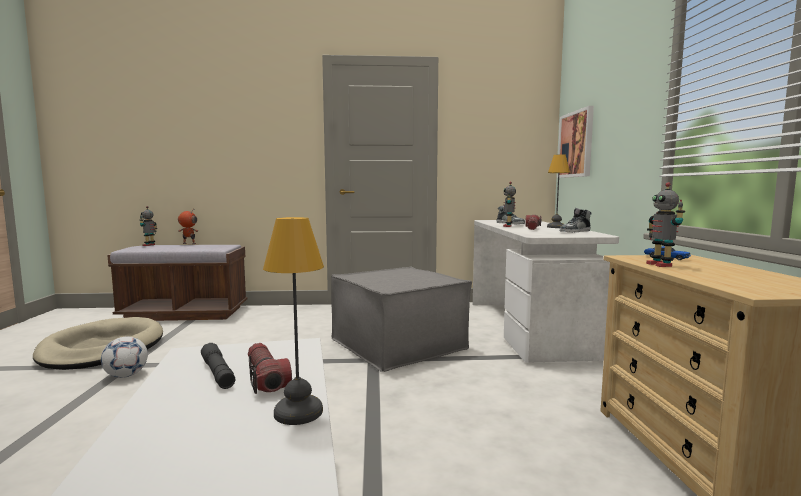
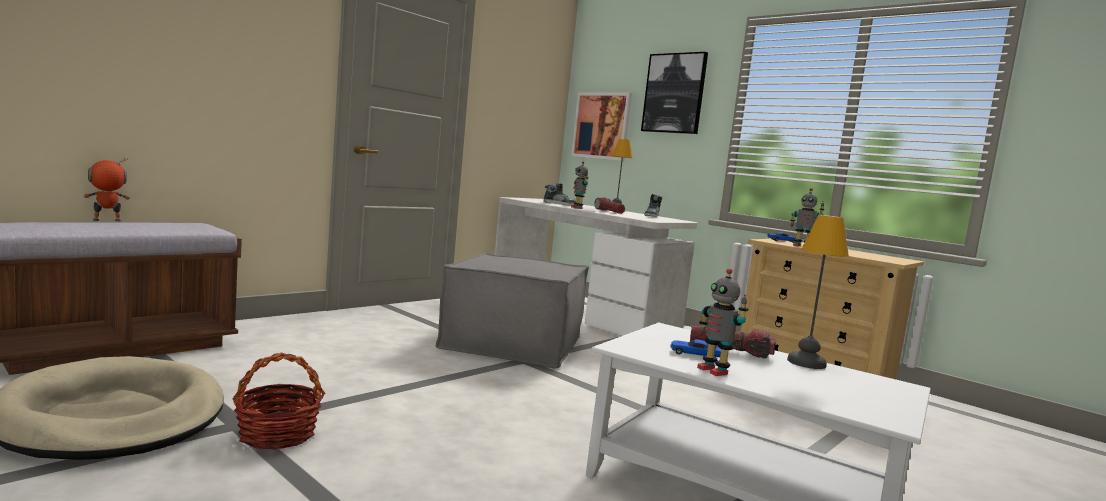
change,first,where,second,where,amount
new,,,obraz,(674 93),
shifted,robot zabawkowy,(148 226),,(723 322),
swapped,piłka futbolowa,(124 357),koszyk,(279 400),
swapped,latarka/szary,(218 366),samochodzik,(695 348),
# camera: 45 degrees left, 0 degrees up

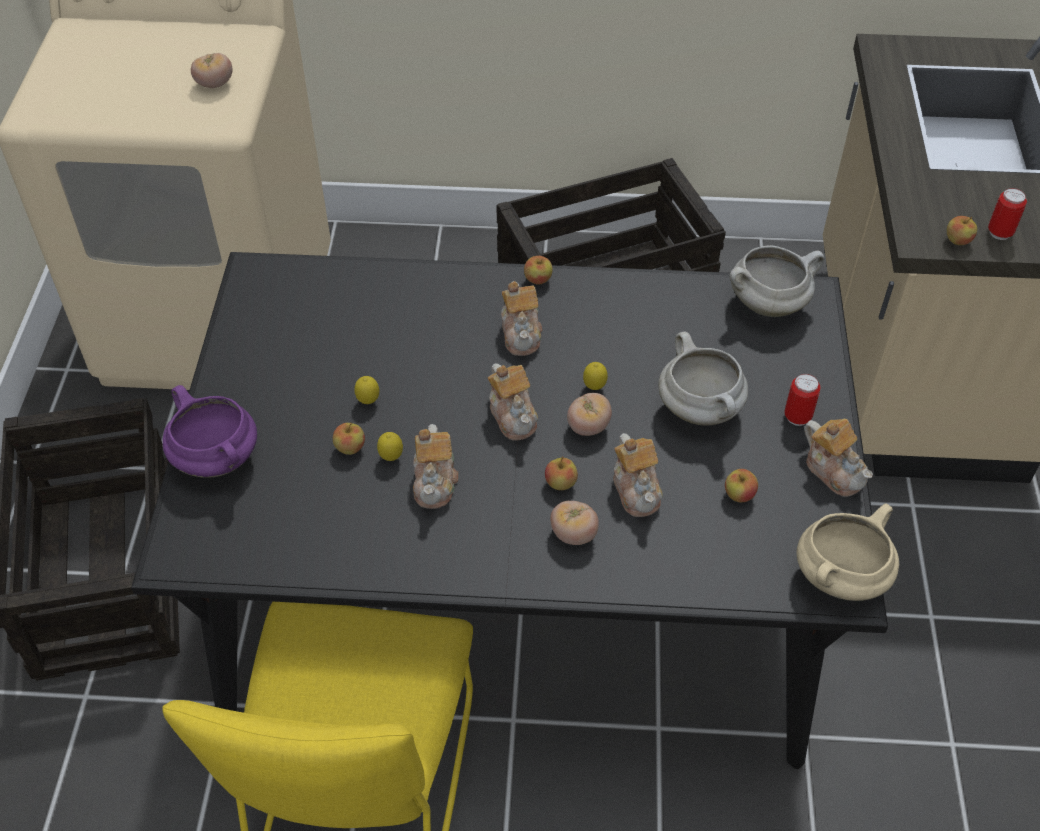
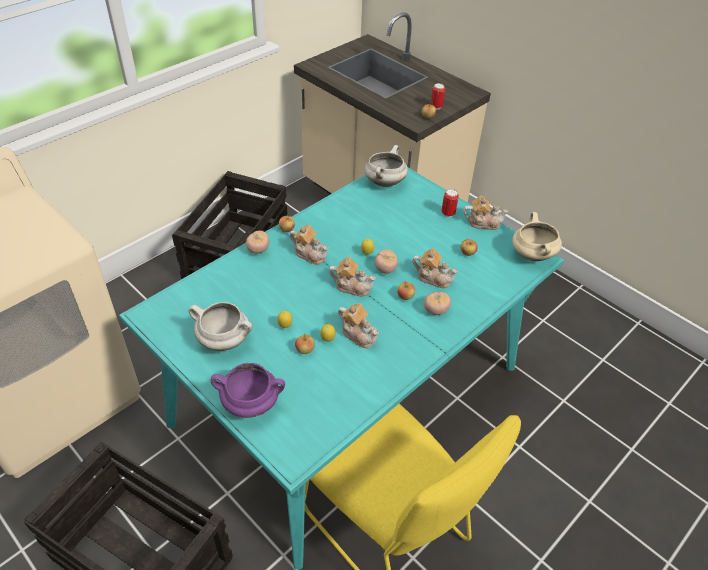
change,first,where,second,where,amount
shifted,pomidor,(212 70),,(257 242),
shifted,garnek/biały,(703 378),,(220 326),
repainted,stół jadalny/czarny,(509 510),stół jadalny/turkusowy,(341 368),
# camera: 50 degrees left, 5 degrees down

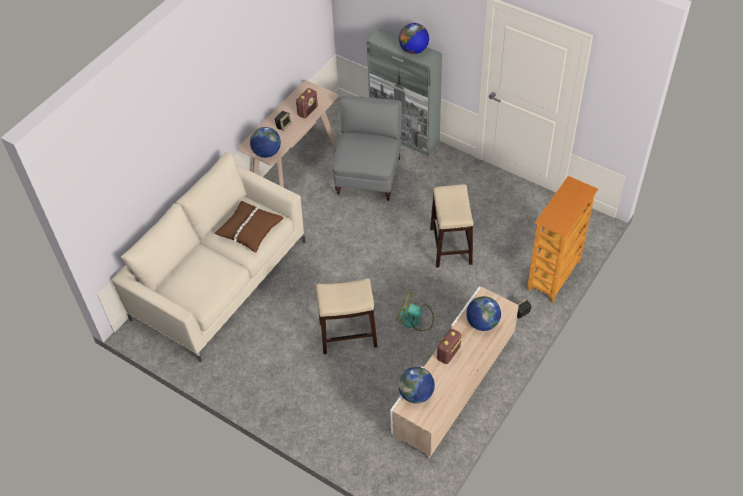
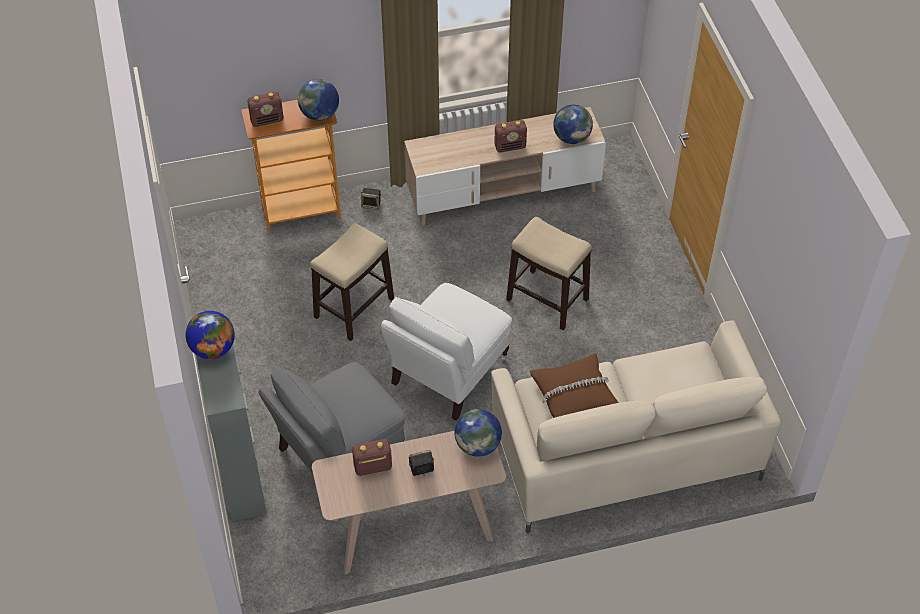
change,first,where,second,where,amount
gone,wentylator,(415 310),,,
new,,,radio,(265 109),
new,,,fotel/biały,(446 352),
shifted,globus,(483 313),,(318 100),
# camera: 140 degrees left, 0 degrees up

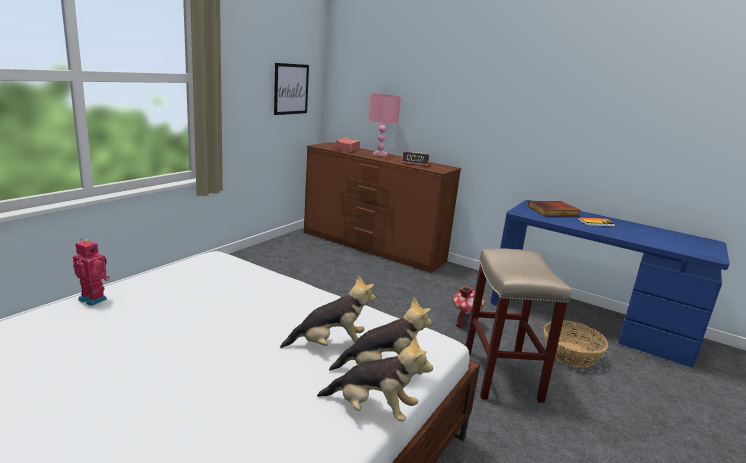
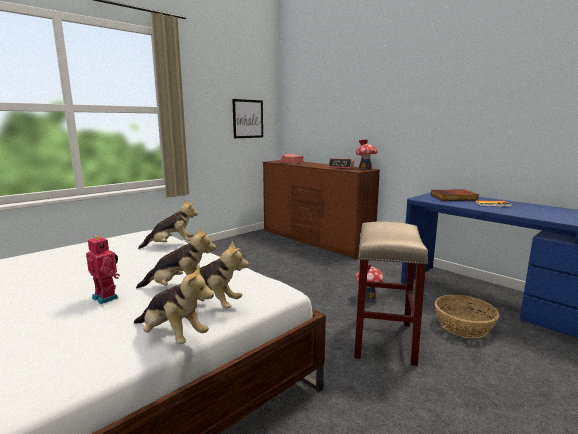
change,first,where,second,where,amount
gone,lampa stołowa/różowy,(384 125),,,
new,,,pluszak,(168 224),
new,,,domek,(366 155),
shifted,robot zabawkowy,(91 272),,(103 270),
# camera: 15 degrees right, 5 degrees down

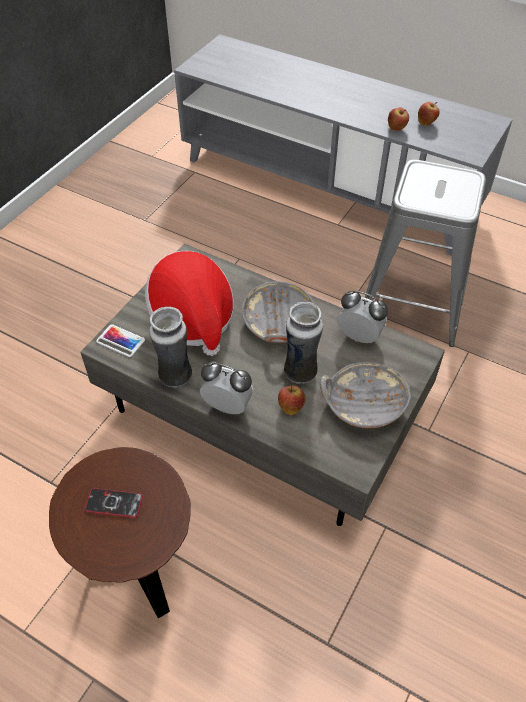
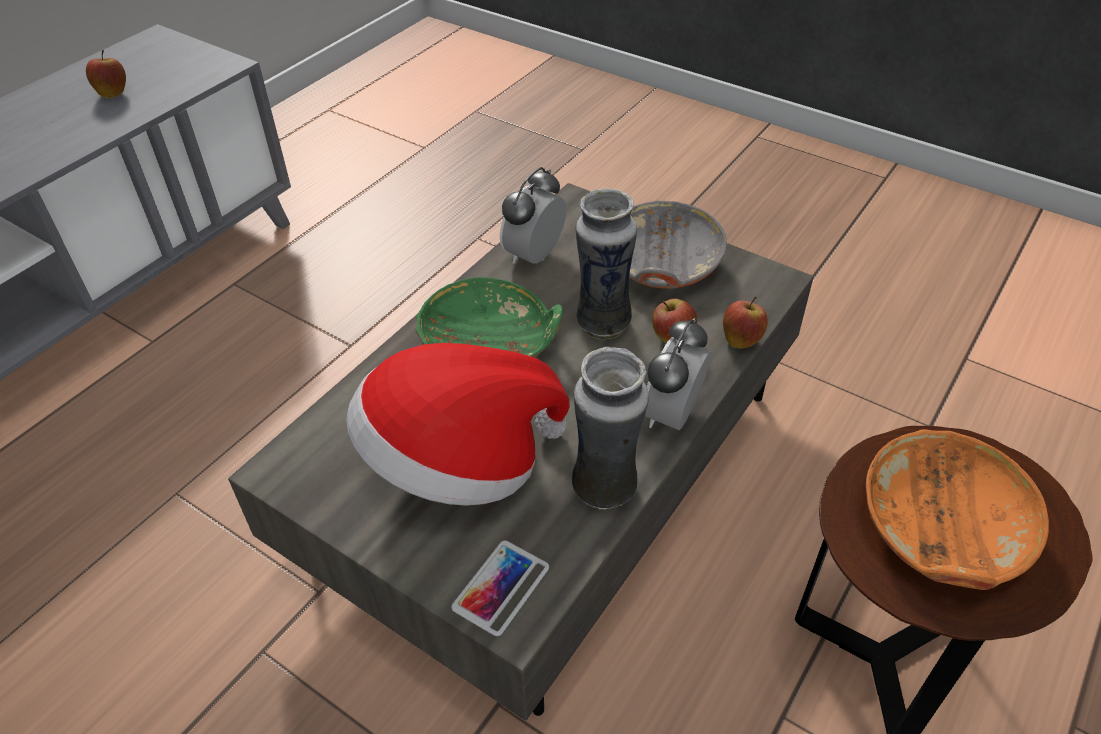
change,first,where,second,where,amount
gone,stołek/szary,(425 253),,,
shifted,jabłko,(398 119),,(745 322),
swapped,telefon,(114 503),miska/pomarańczowy,(957 509),
repainted,miska/szary,(278 312),miska/zielony,(489 317),
# camera: 85 degrees left, 5 degrees down

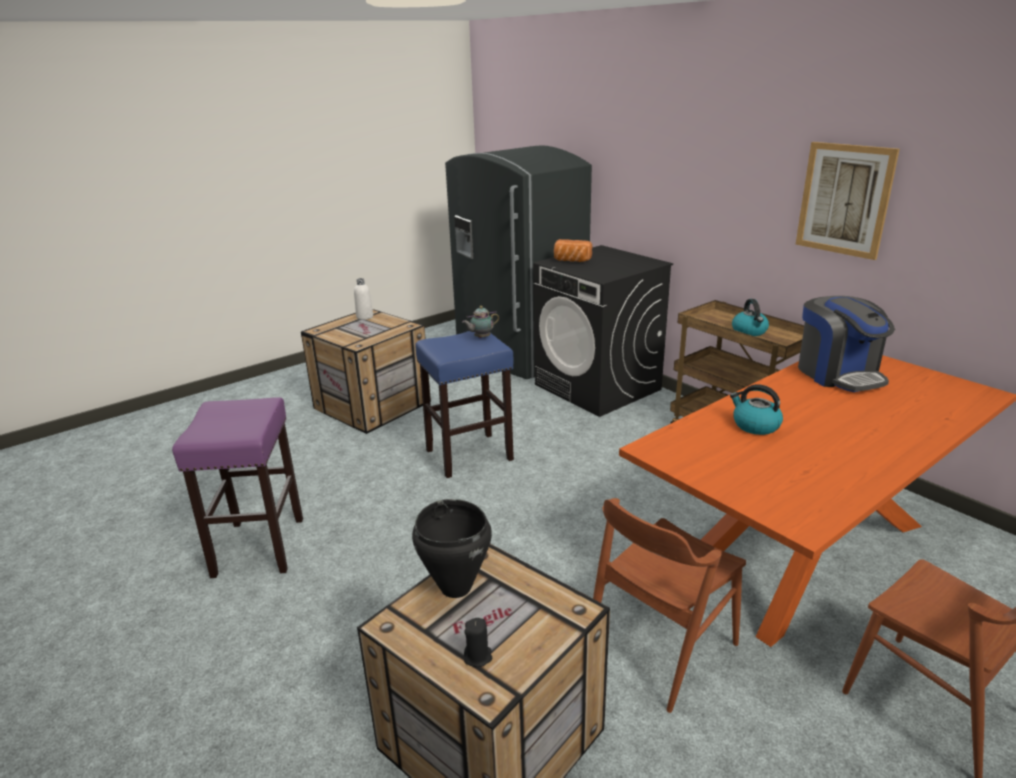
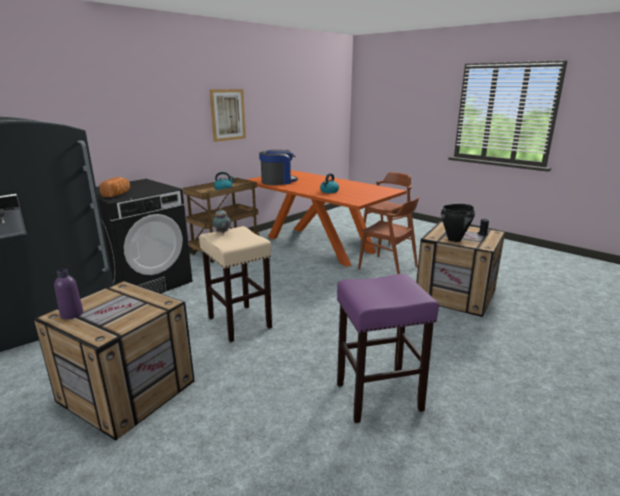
change,first,where,second,where,amount
repainted,butelka/biały,(363 299),butelka/fioletowy,(68 294),
repainted,stołek/niebieski,(464 404),stołek/beżowy,(235 284),
# camera: 100 degrees left, 5 degrees down

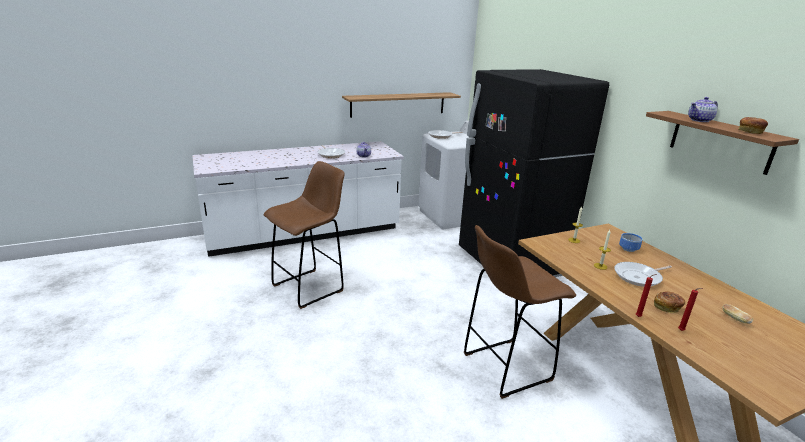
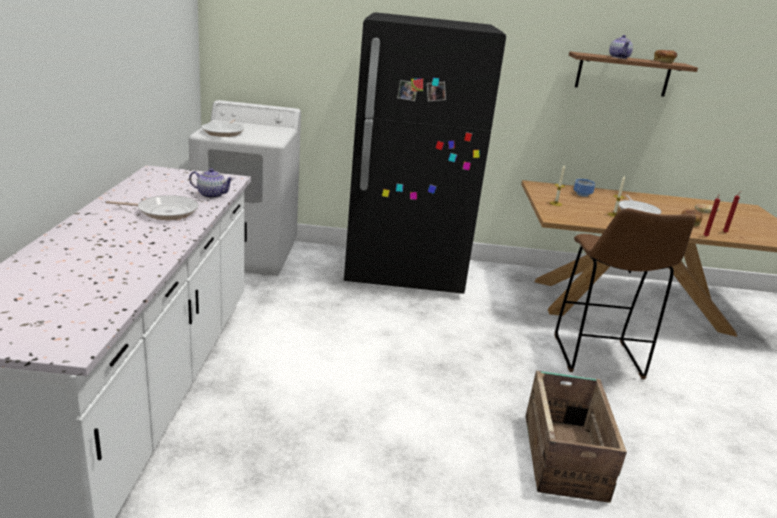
change,first,where,second,where,amount
gone,stołek/brązowy,(304 235),,,
gone,półka,(401 105),,,
new,,,skrzynka,(576 437),
# camera: 65 degrees left, 0 degrees up

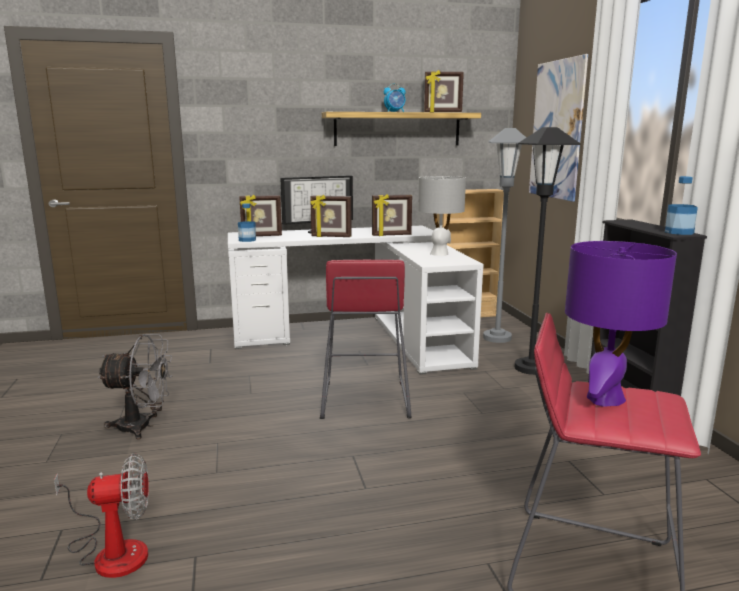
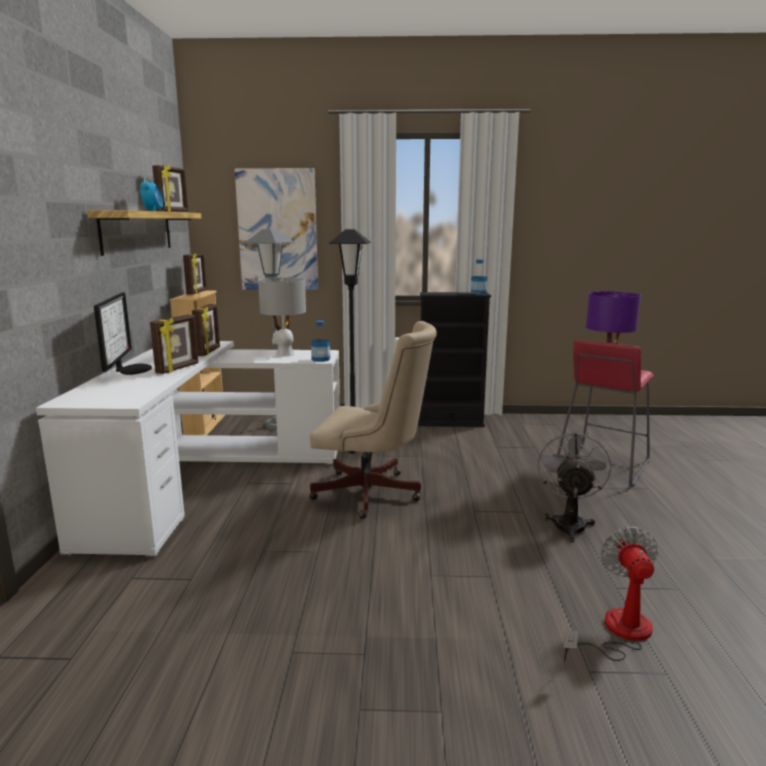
change,first,where,second,where,amount
shifted,wentylator/szary,(134 386),,(574 485),
shifted,butelka,(247 222),,(320 341),
shifted,ramka na zdjęcie,(260 215),,(195 273),
swapped,stołek/czerwony,(366 339),krzesło biurowe/beżowy,(373 420),
# camera: 75 degrees left, 0 degrees up

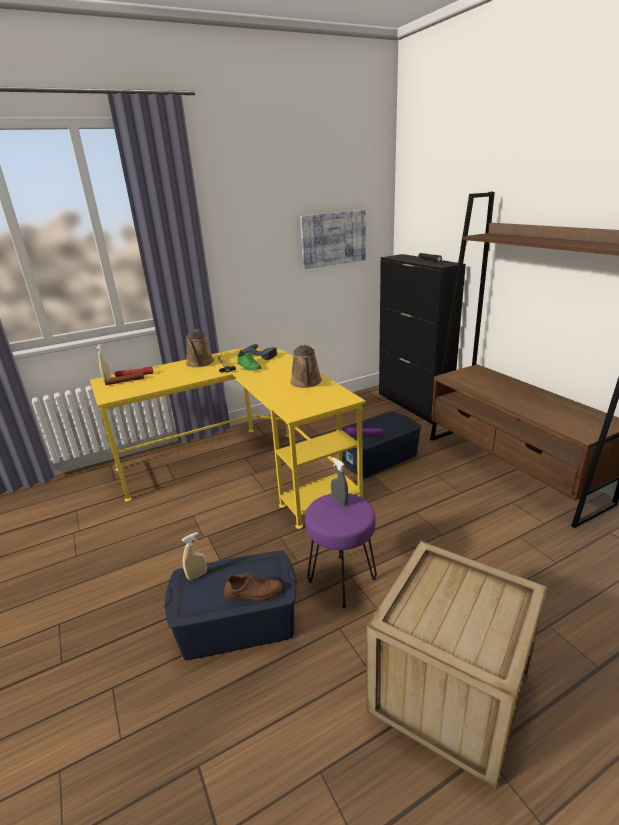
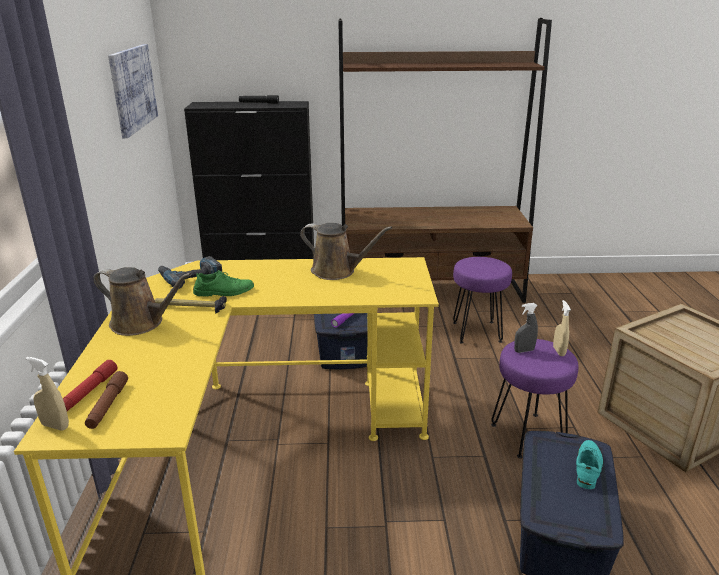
change,first,where,second,where,amount
new,,,stołek/fioletowy,(482 300),
shifted,spryskiwacz/beżowy,(194 556),,(562 328),
repainted,but/brązowy,(253 587),but/turkusowy,(589 464),
# camera: 65 degrees left, 0 degrees up

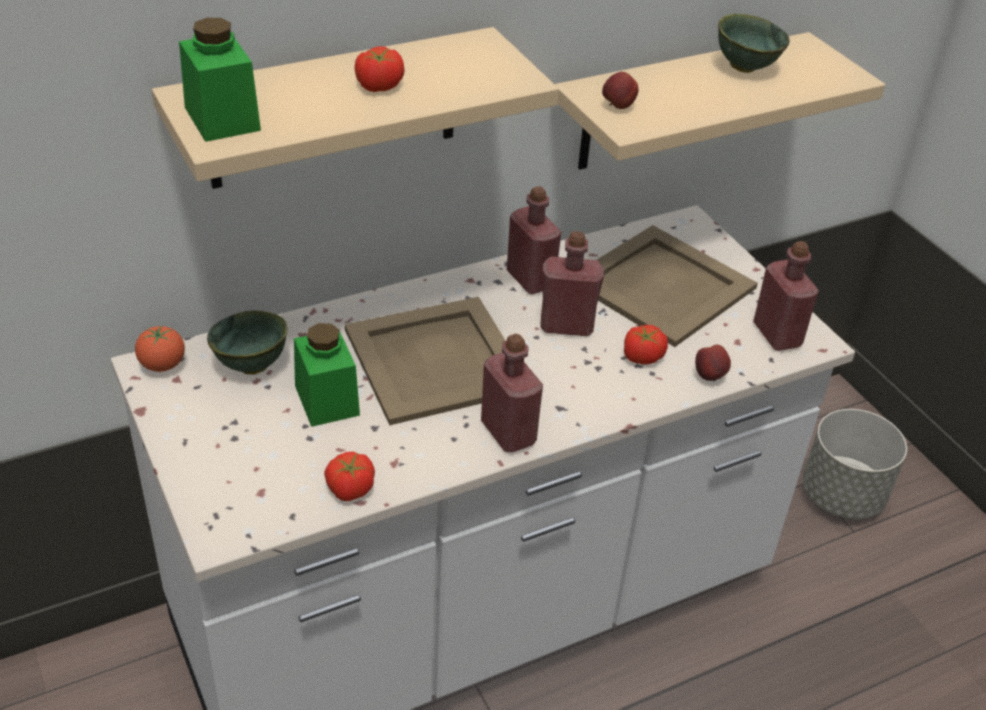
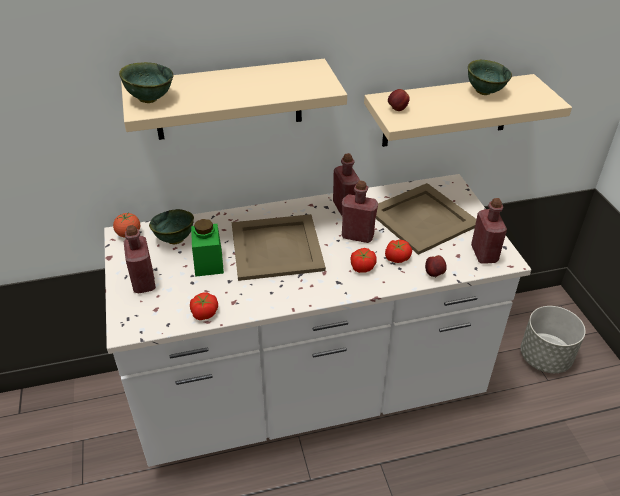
change,first,where,second,where,amount
shifted,pomidor,(379 69),,(364 260),
shifted,butelka/czerwony,(512 393),,(140 259),
swapped,słoik/zielony,(220 80),miska/zielony,(146 82),
# camera: 15 degrees right, 0 degrees up

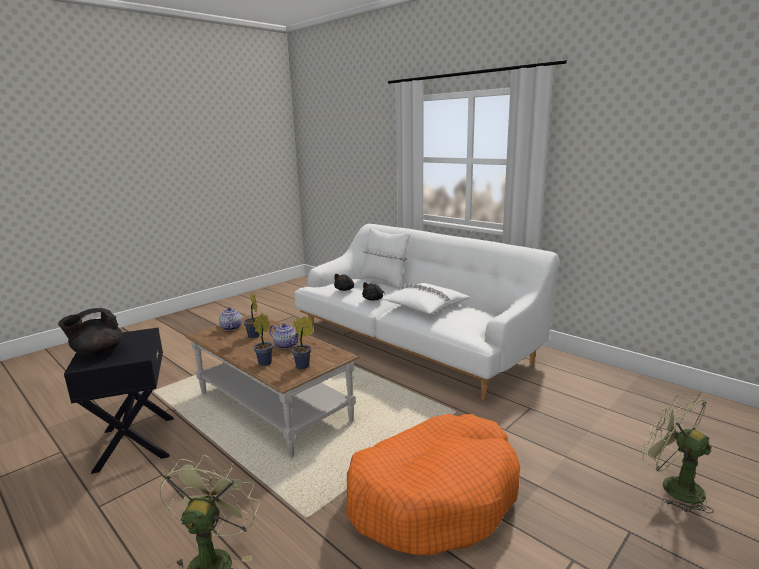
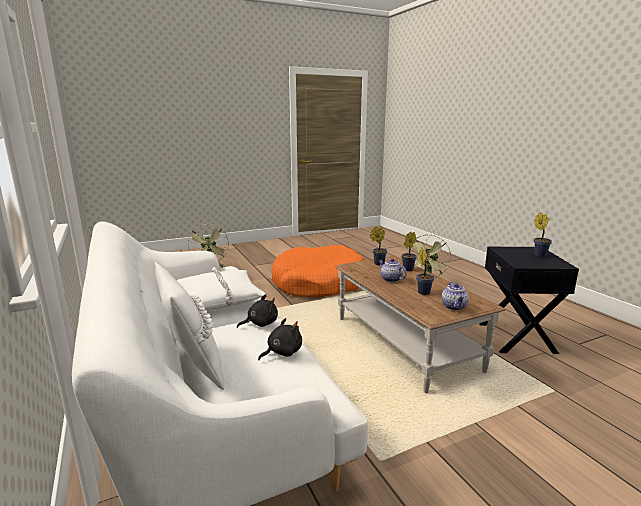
change,first,where,second,where,amount
swapped,imbryk/czarny,(90 332),roślina doniczkowa,(543 234),
# camera: 160 degrees left, 0 degrees up

